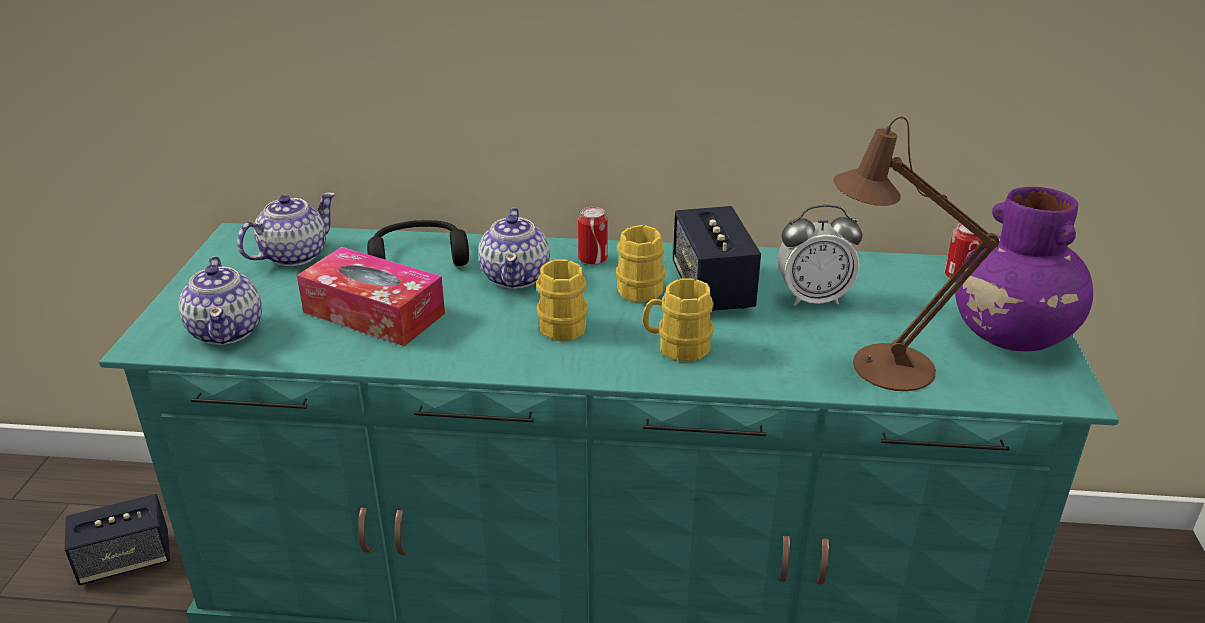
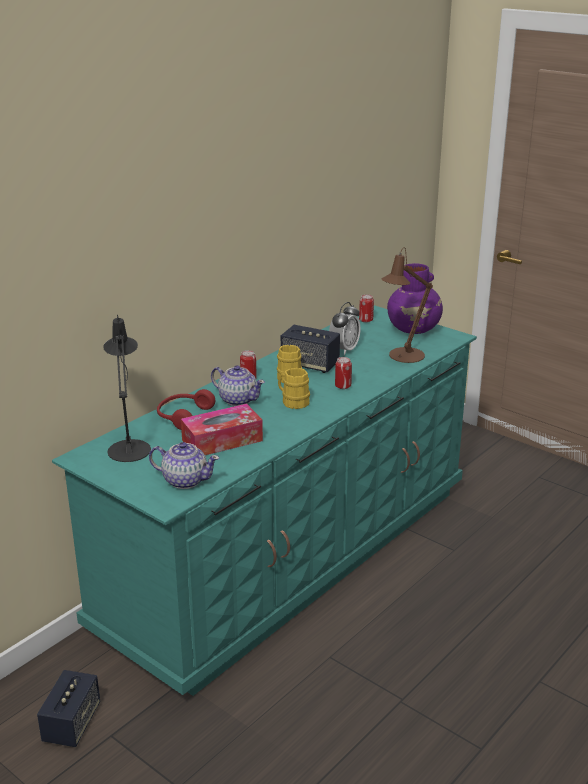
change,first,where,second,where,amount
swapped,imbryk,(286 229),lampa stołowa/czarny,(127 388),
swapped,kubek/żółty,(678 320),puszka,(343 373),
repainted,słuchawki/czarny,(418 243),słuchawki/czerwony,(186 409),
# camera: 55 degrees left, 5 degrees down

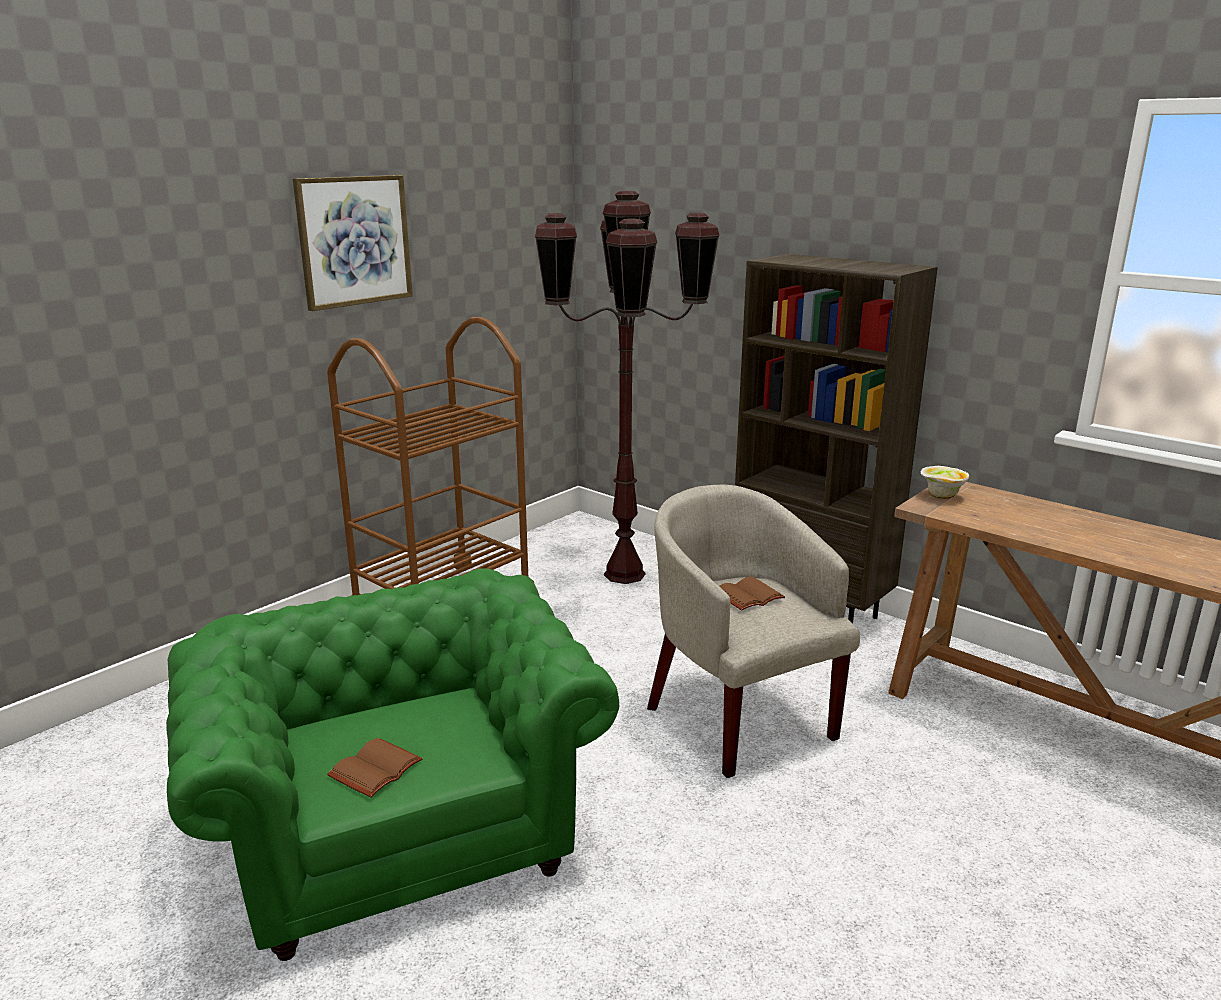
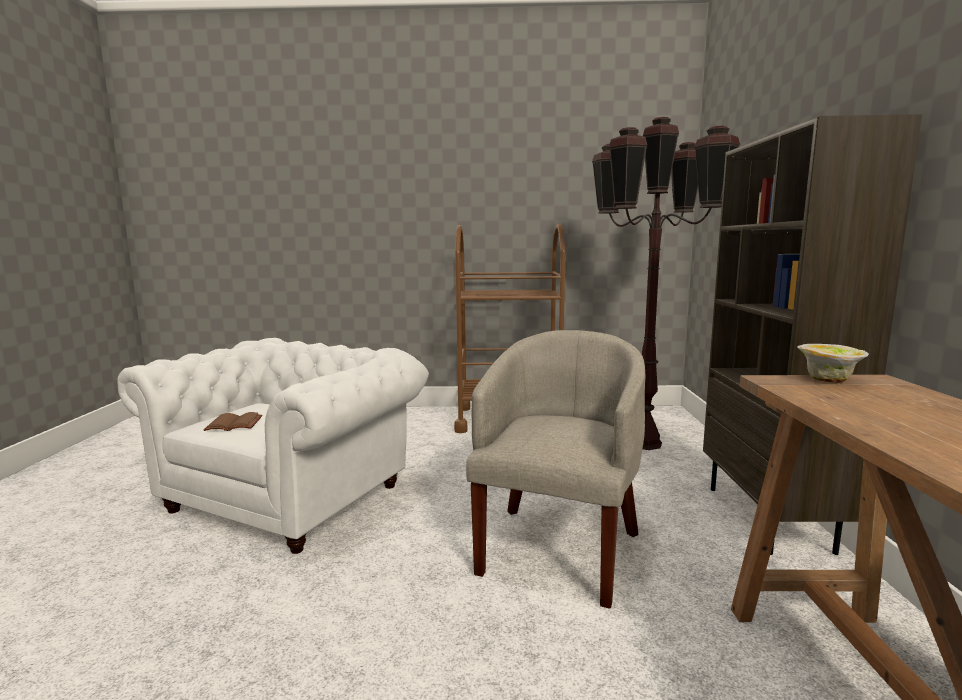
change,first,where,second,where,amount
gone,obraz,(353 243),,,
gone,książka/brązowy,(752 594),,,
repainted,fotel/zielony,(392 764),fotel/biały,(273 446),
# camera: 50 degrees right, 10 degrees down

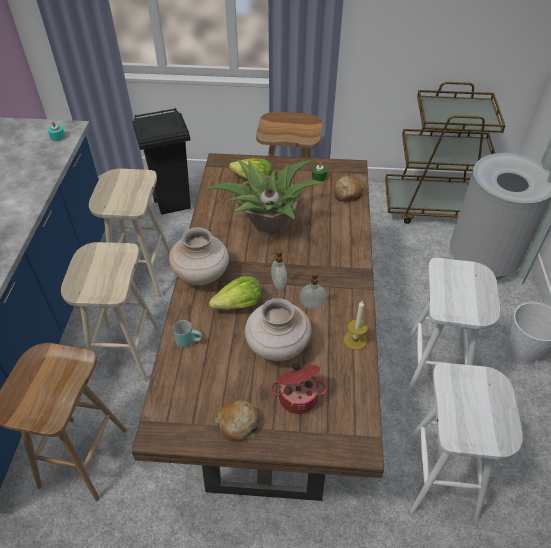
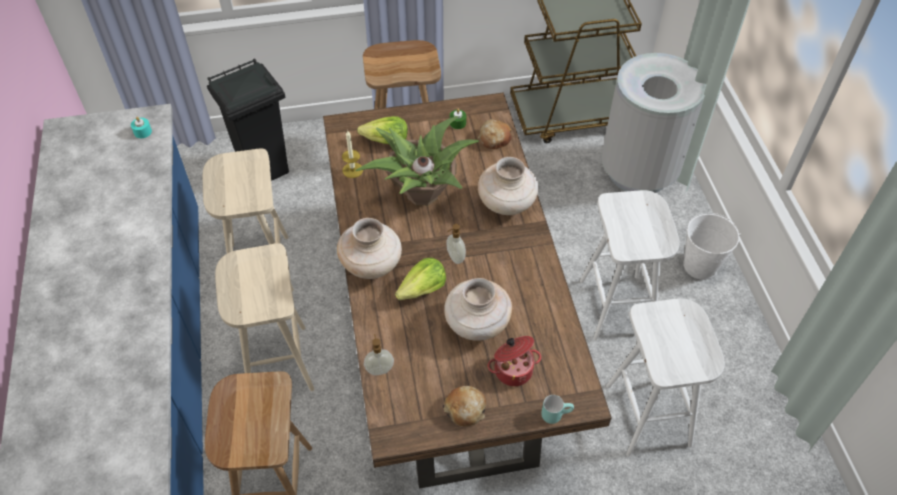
change,first,where,second,where,amount
new,,,wazon/beżowy,(508 186),
shifted,kubek/turkusowy,(188 334),,(557 409),
shifted,dozownik mydła,(313 288),,(379 354),
shifted,świeca,(356 325),,(352 154),
# camera: 15 degrees left, 5 degrees up

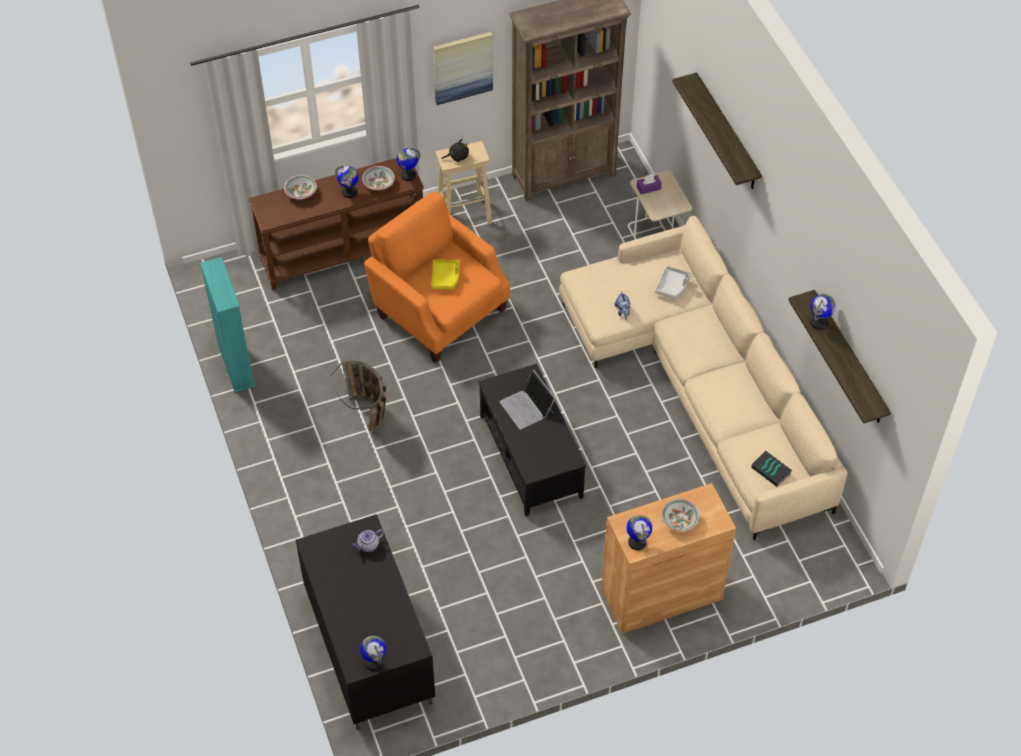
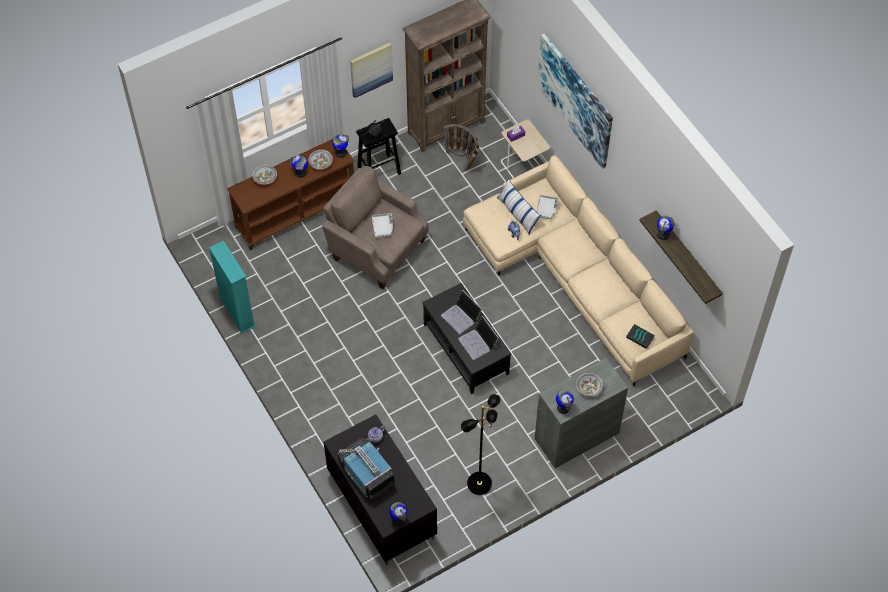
change,first,where,second,where,amount
new,,,telewizor,(366 469),
new,,,laptop,(478 338),
new,,,lampa stojąca/czarny,(480 444),
new,,,poduszka,(519 206),
shifted,koszyk,(358 395),,(459 147),
swapped,półka,(717 130),obraz,(575 101),
repainted,fotel/pomarańczowy,(437 277),fotel/beżowy,(375 227),
repainted,taca/żółty,(445 274),taca/szary,(382 225),
repainted,stołek/beżowy,(463 182),stołek/czarny,(378 146),
repainted,szafka/brązowy,(668 558),szafka/szary,(581 413),
# camera: 10 degrees left, 5 degrees up

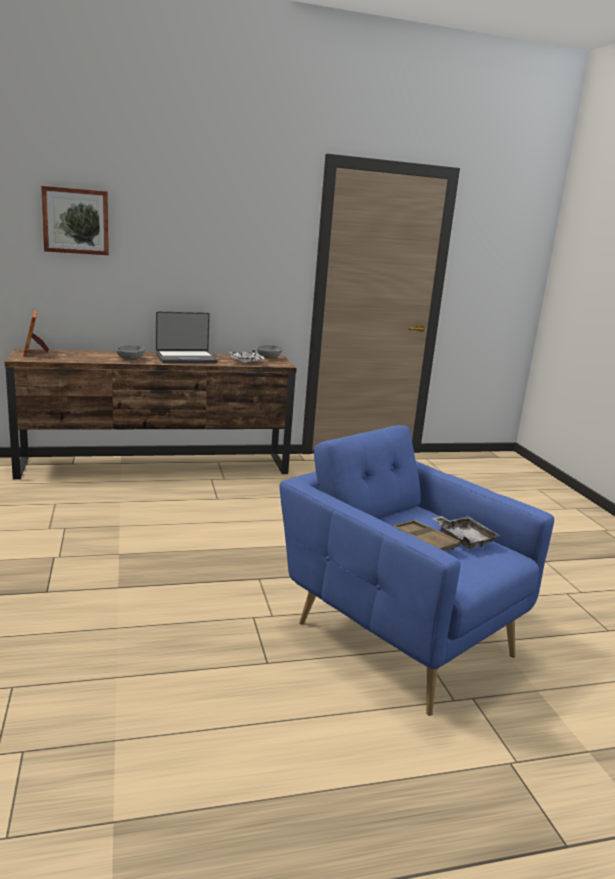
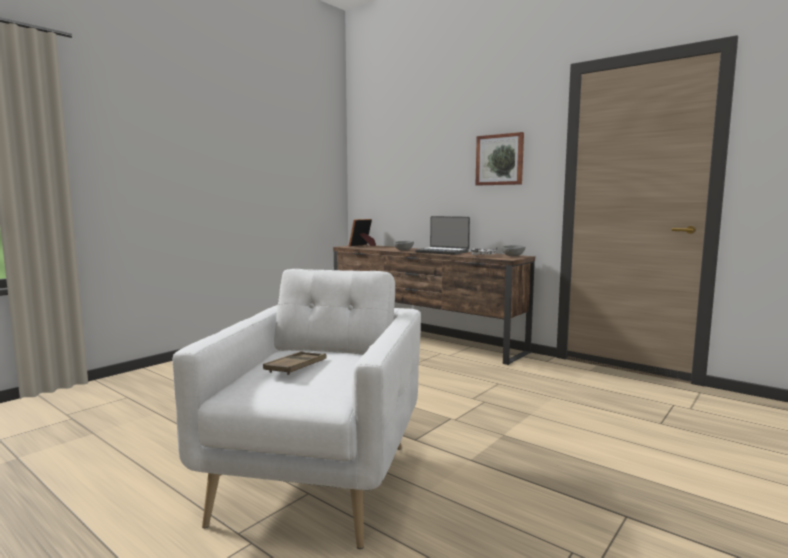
change,first,where,second,where,amount
gone,taca/szary,(466 532),,,
shifted,obraz,(75 220),,(499 158),
repainted,fotel/niebieski,(416 570),fotel/biały,(296 409),
# camera: 55 degrees right, 10 degrees down

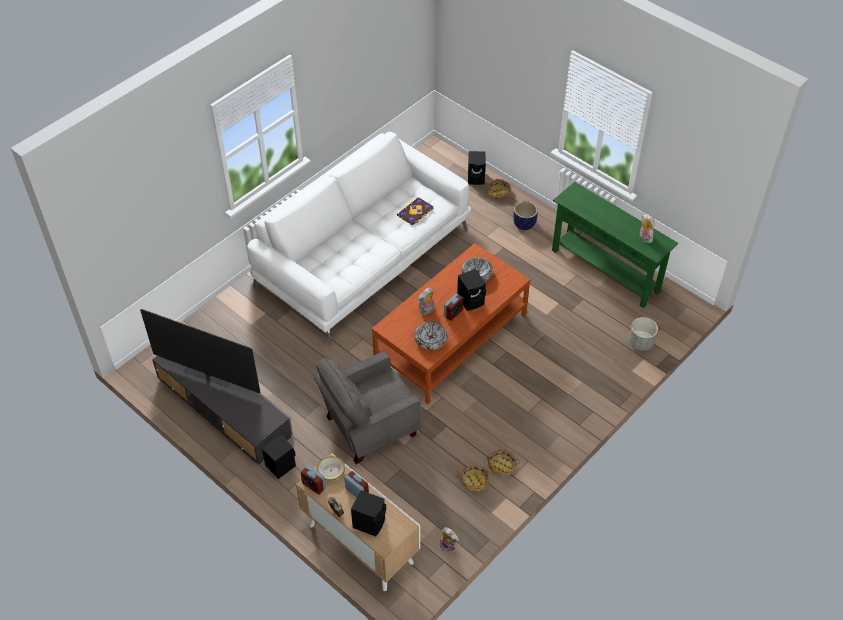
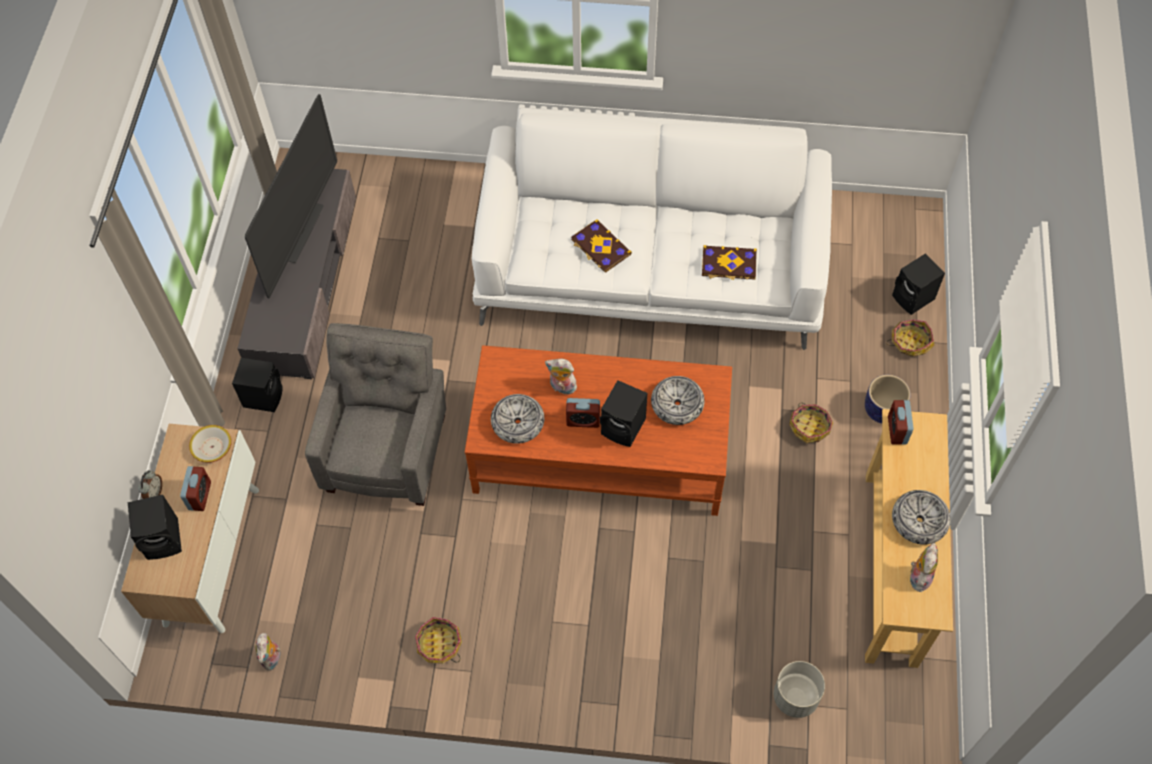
change,first,where,second,where,amount
new,,,książka,(601 246),
new,,,miska,(921 517),
shifted,budzik,(313 479),,(900 422),
shifted,koszyk,(473 478),,(811 422),
repainted,stolik konsolowy/zielony,(615 245),stolik konsolowy/beżowy,(909 538),
rotated,telewizor,(200 351),,(291 196),150 degrees counterclockwise
rotated,fotel/szary,(367 407),,(375 414),75 degrees clockwise
# camera: 55 degrees right, 10 degrees up

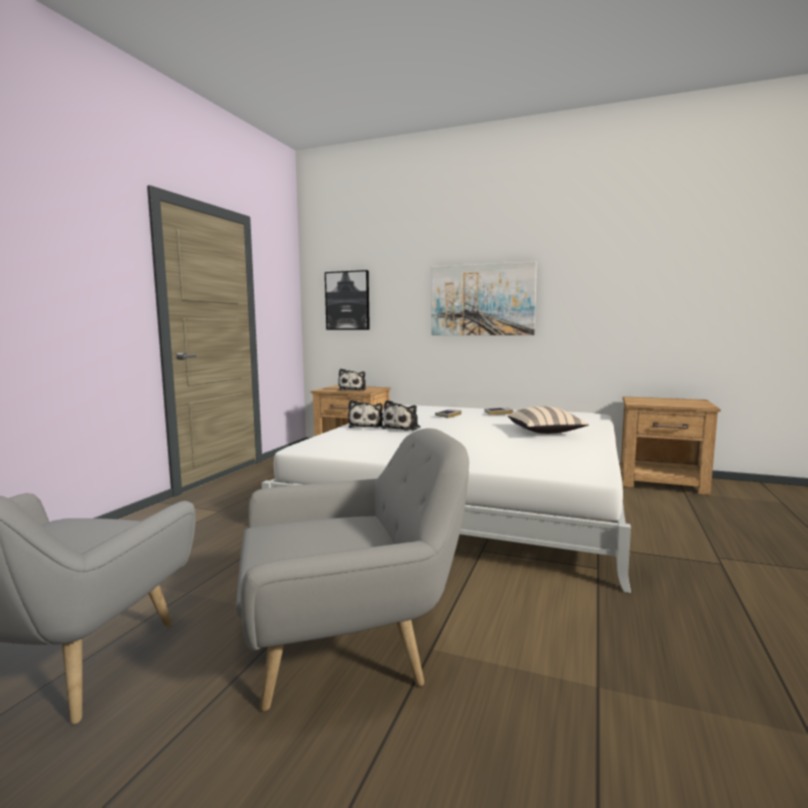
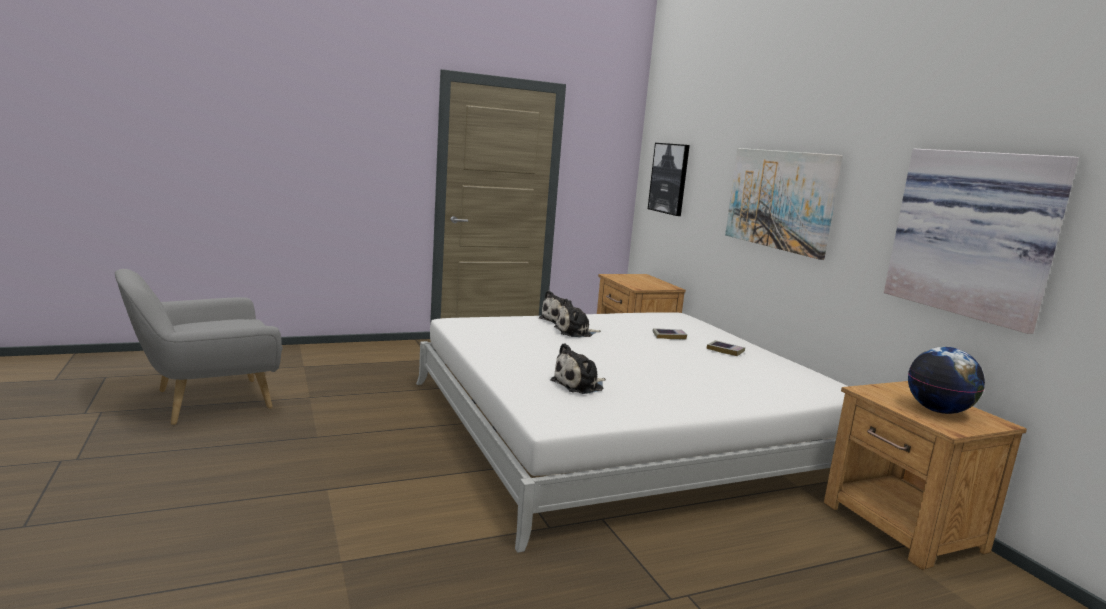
change,first,where,second,where,amount
gone,fotel/szary,(352 570),,,
gone,poduszka/beżowy,(548 420),,,
new,,,obraz,(981 241),
new,,,globus,(946 380),
shifted,pluszak,(352 379),,(578 368),
# camera: 45 degrees right, 5 degrees up

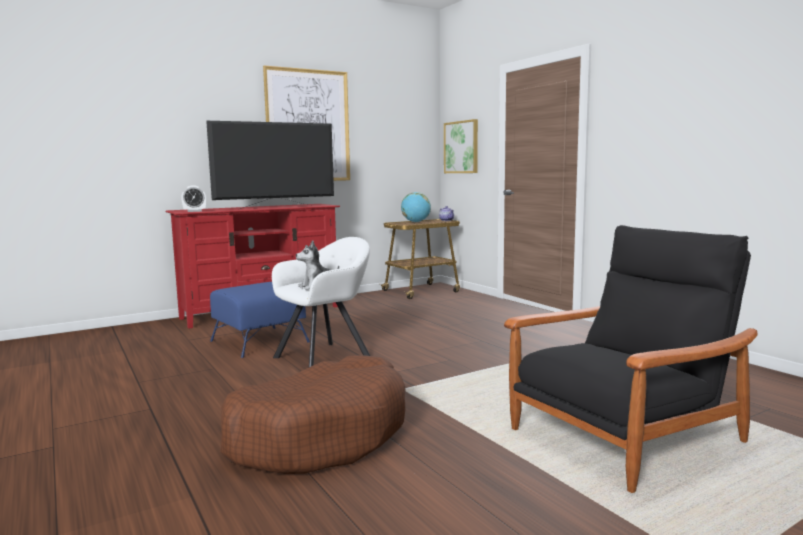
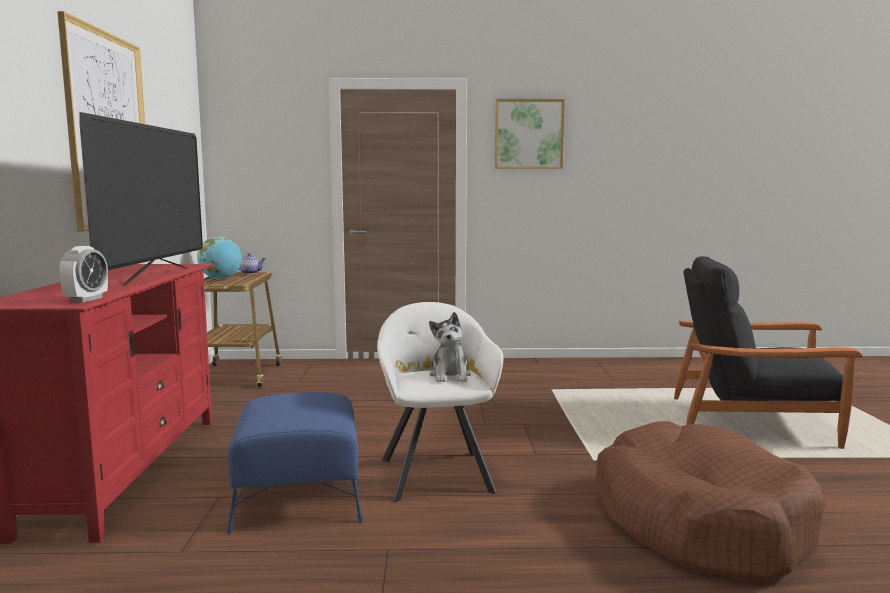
change,first,where,second,where,amount
shifted,obraz,(461 146),,(530 134),
rotated,fotel/czarny,(631 359),,(768 352),75 degrees counterclockwise
# camera: 60 degrees left, 0 degrees up

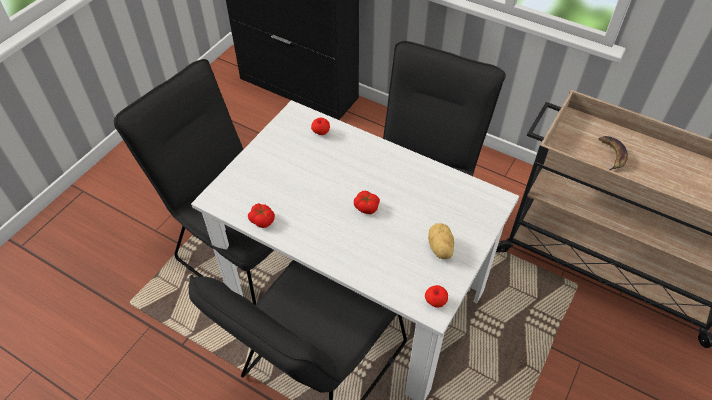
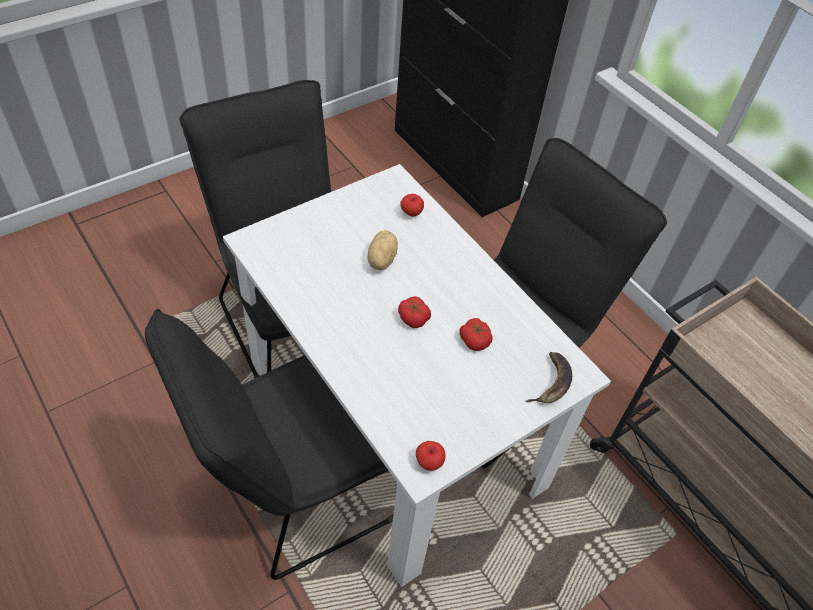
change,first,where,second,where,amount
shifted,pomidor,(261 215),,(476 334),
shifted,ziemniak,(441 241),,(383 250),
shifted,banan,(613 153),,(549 377),
# camera: 20 degrees right, 0 degrees up

